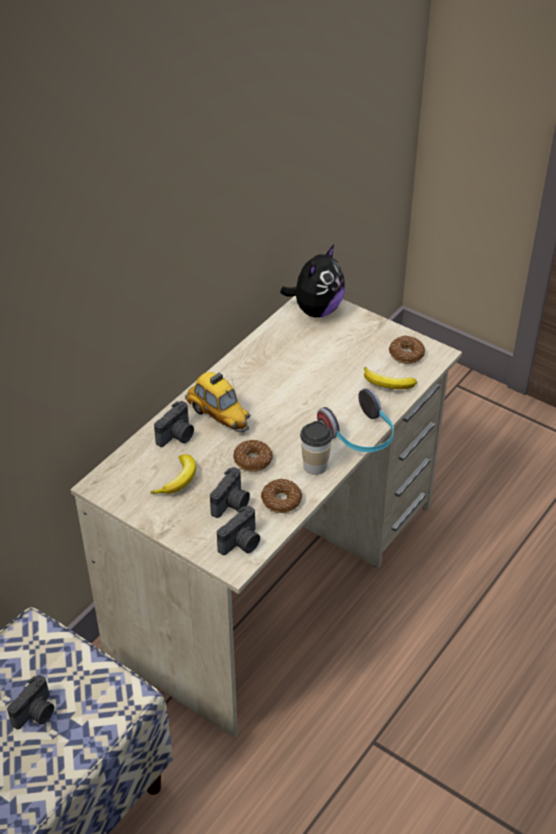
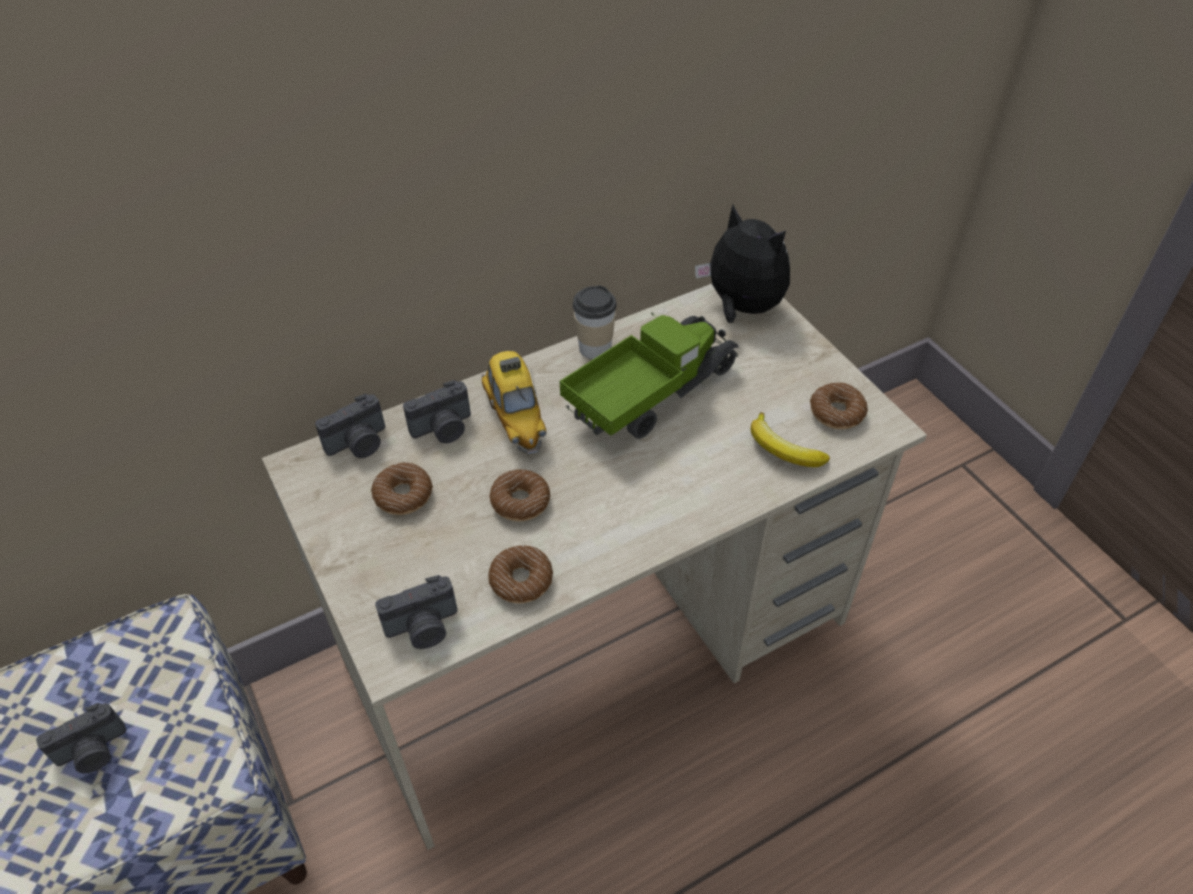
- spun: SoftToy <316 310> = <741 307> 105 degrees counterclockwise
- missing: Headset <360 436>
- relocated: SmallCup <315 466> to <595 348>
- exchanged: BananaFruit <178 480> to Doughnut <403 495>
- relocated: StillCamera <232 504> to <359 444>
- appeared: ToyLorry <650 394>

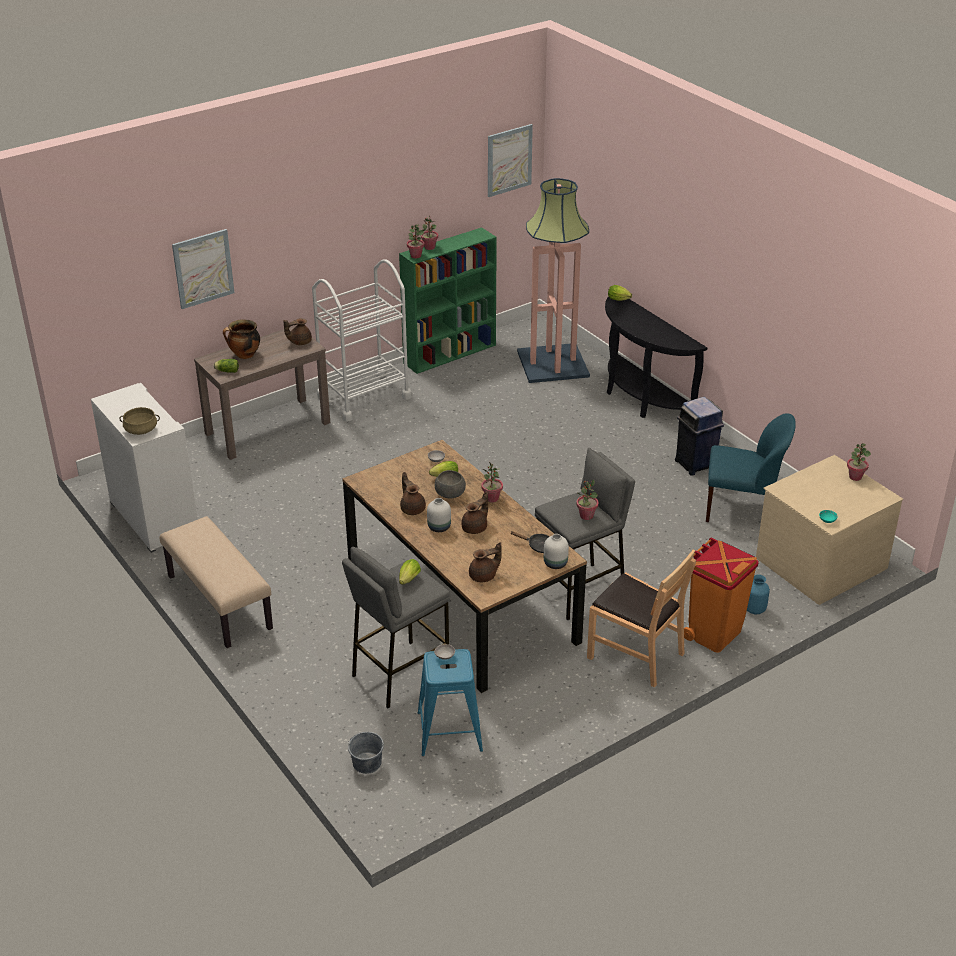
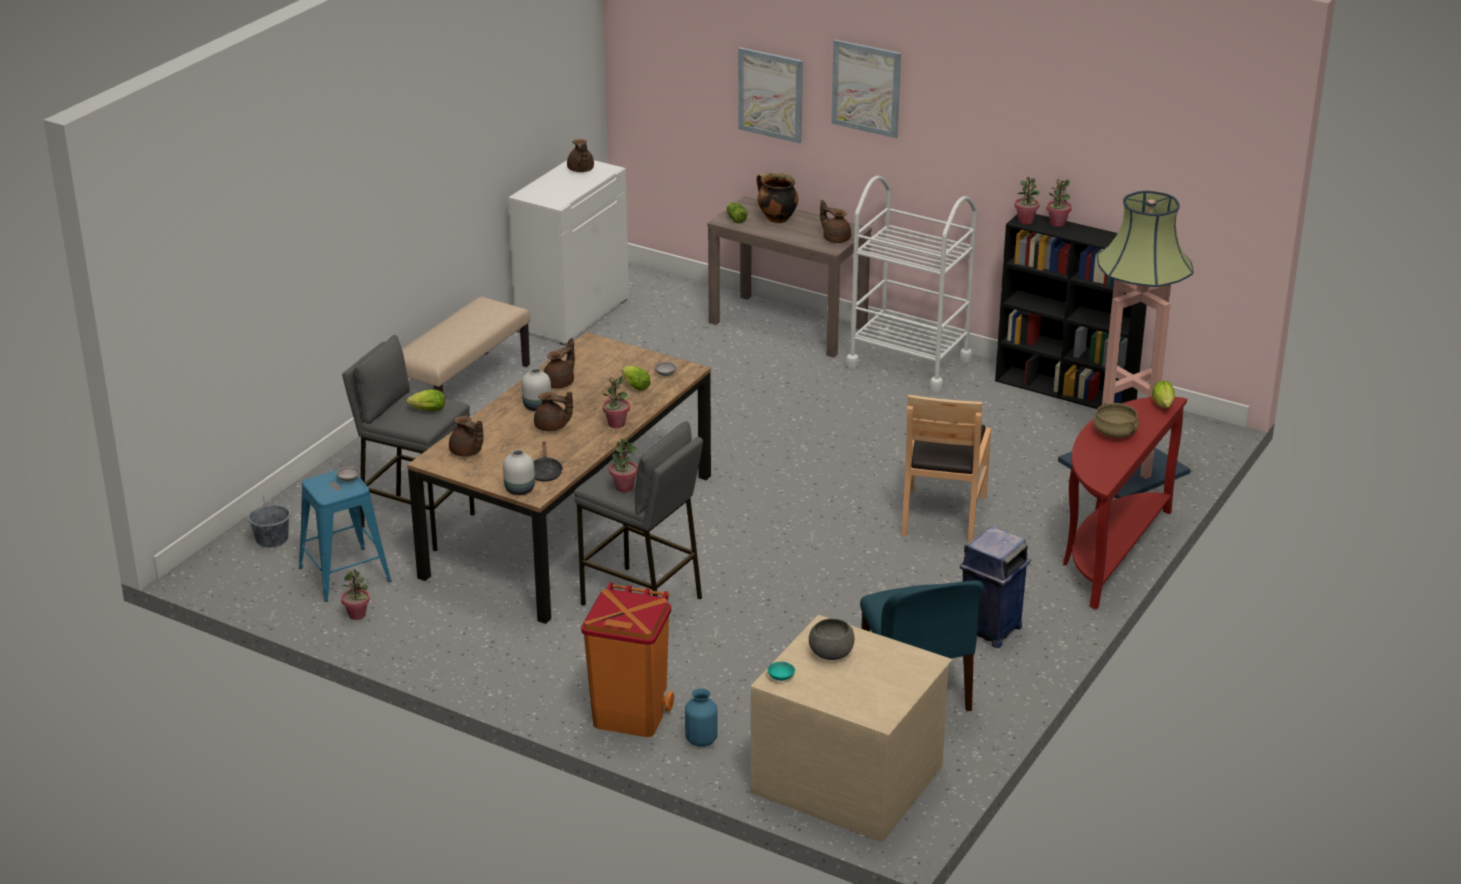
- relocated: WallArt <509 160> to <866 88>
- colour: GreenishBookcase <450 353> to BlackColouredBookcase <1066 391>
- colour: BlackColouredHallTable <640 398> to RedColouredHallTable <1109 552>
- relocated: BeigeStockpot <141 429> to <1115 432>
- relocated: PottedPlant <855 477> to <357 615>
- relocated: GrayBowl <449 493> to <830 652>
- relocated: BrownishUprightChair <636 654> to <942 514>
- appeared: BrownishTeaPot <580 170>

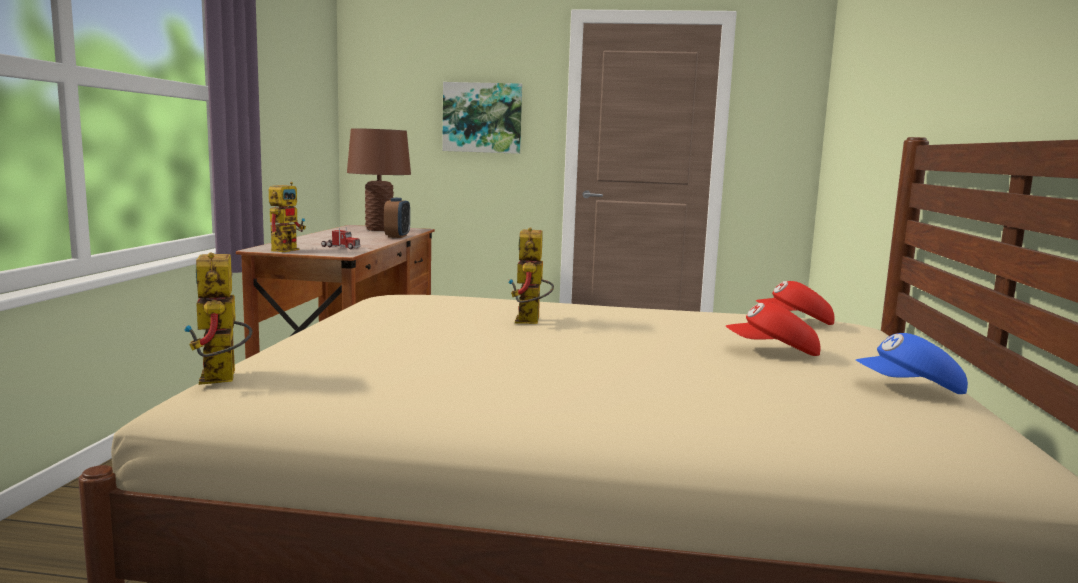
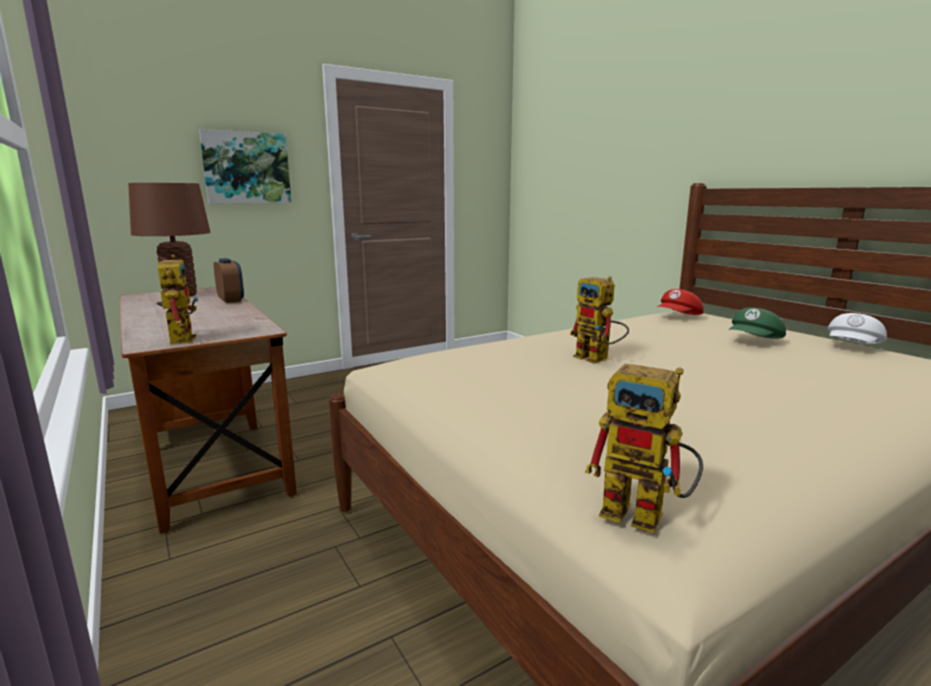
- missing: ToyLorry <340 247>
- colour: RedColouredPeakedCap <773 352> to GreenishPeakedCap <754 342>
- colour: BluishPeakedCap <910 390> to WhitePeakedCap <853 347>

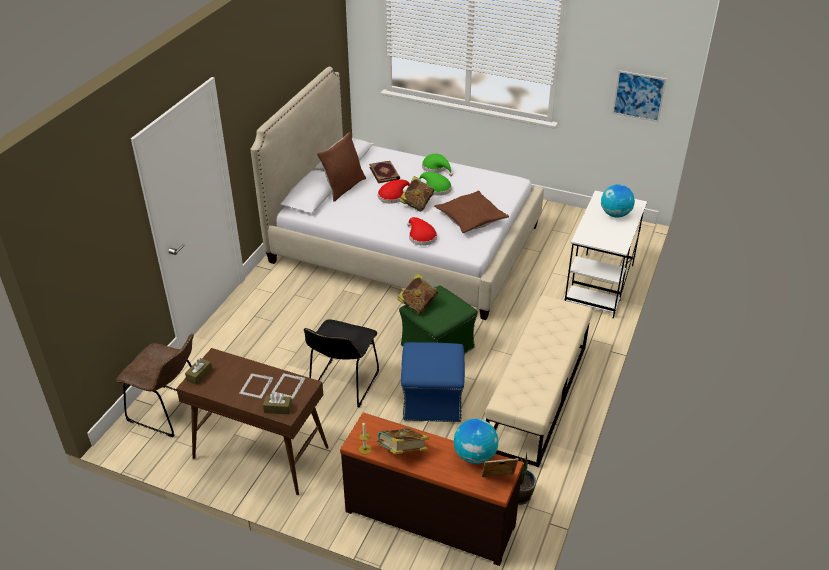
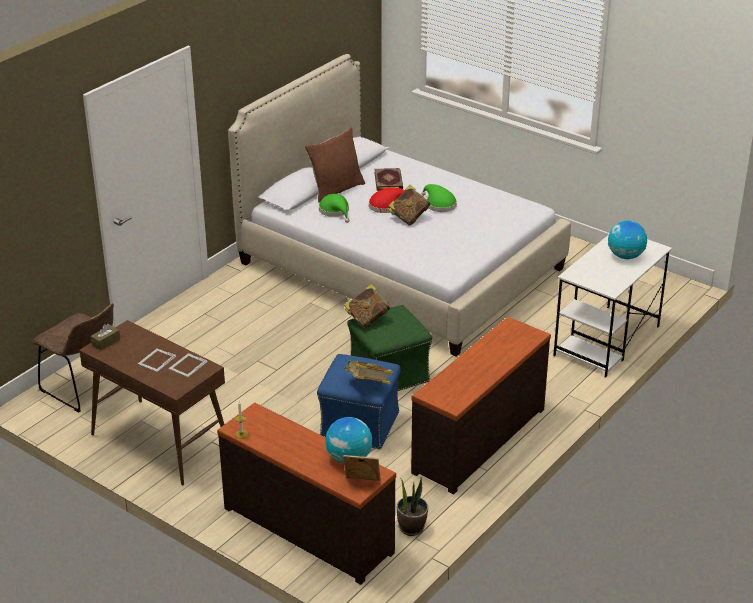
- missing: WallArt <638 96>
- relocated: GreenishWearableHat <436 168> to <335 211>
- missing: BrownishCushion <470 218>
- missing: RedColouredWearableHat <421 236>
- exchanged: BeigeBench <537 396> to BrownishDrawerChest <477 439>
- missing: BlackColouredUprightChair <343 386>
- missing: BrownishTissueHolder <278 408>
- relocated: BoundBook <402 452> to <368 385>

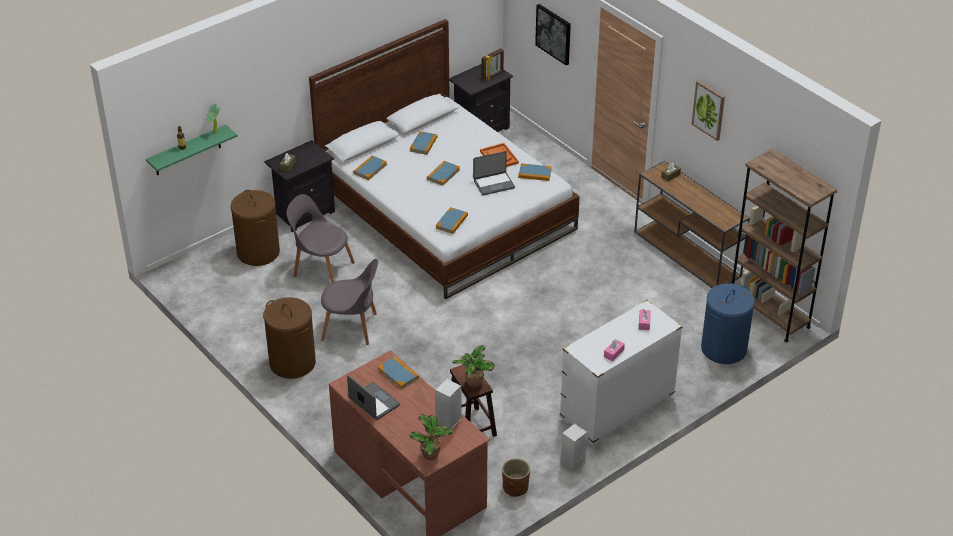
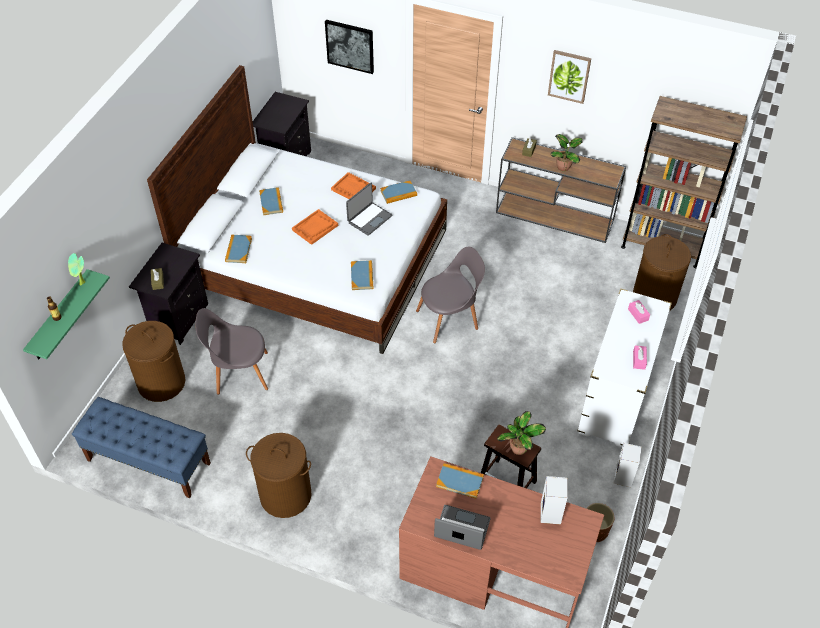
- missing: PhotoFrame <492 75>
- exchanged: BoundBook <443 174> to OrangeTray <315 228>
- relocated: GrayUprightChair <352 327> to <449 319>
- colour: BluishHamper <723 348> to BrownishHamper <654 297>
- relocated: PottedPlant <431 455> to <564 167>
- appeared: BluishBench <148 461>

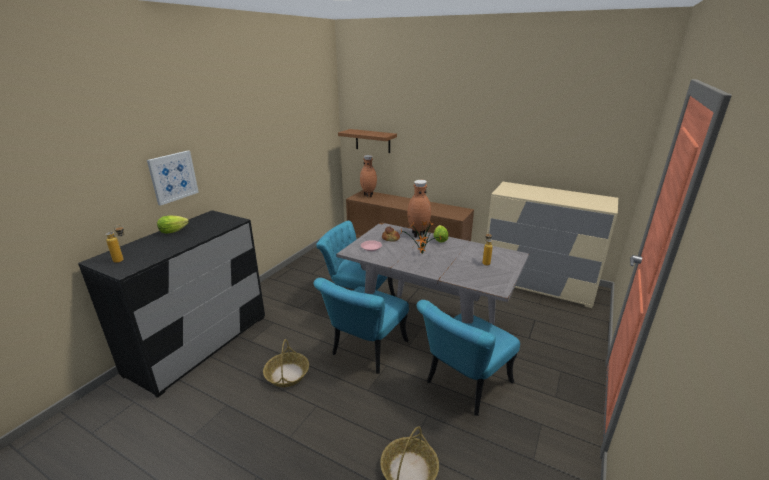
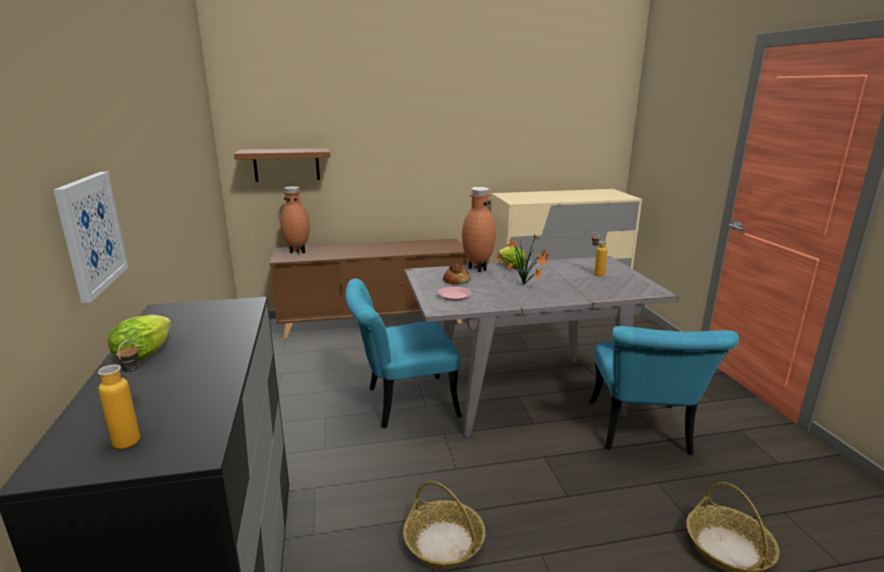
- missing: TurquoiseUprightChair <365 352>

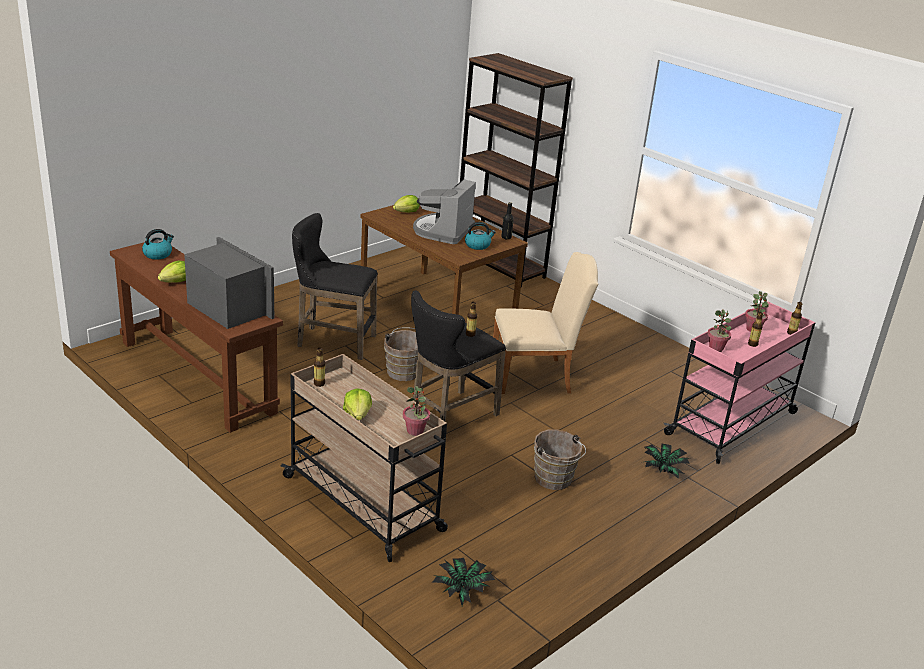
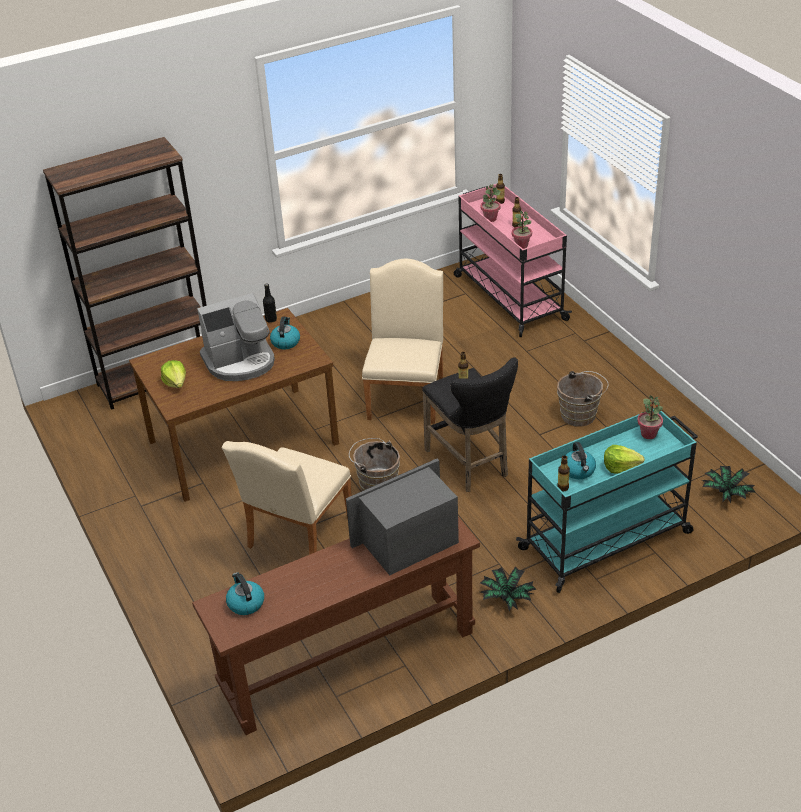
- spun: CoffeeMachine <443 231> = <240 361> 60 degrees counterclockwise
- exchanged: BlackColouredStoolSeat <332 341> to BeigeUprightChair <296 536>
- missing: LettuceHead <176 282>
- colour: BeigeTrolley <364 504> to TurquoiseTrolley <607 540>
- relocated: PottedPlant <663 469> to <506 598>
- appeared: Kettle <578 471>

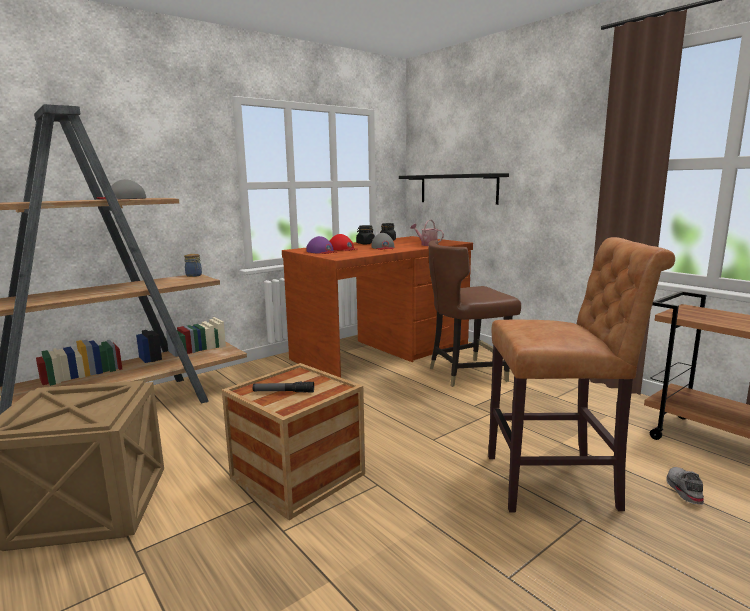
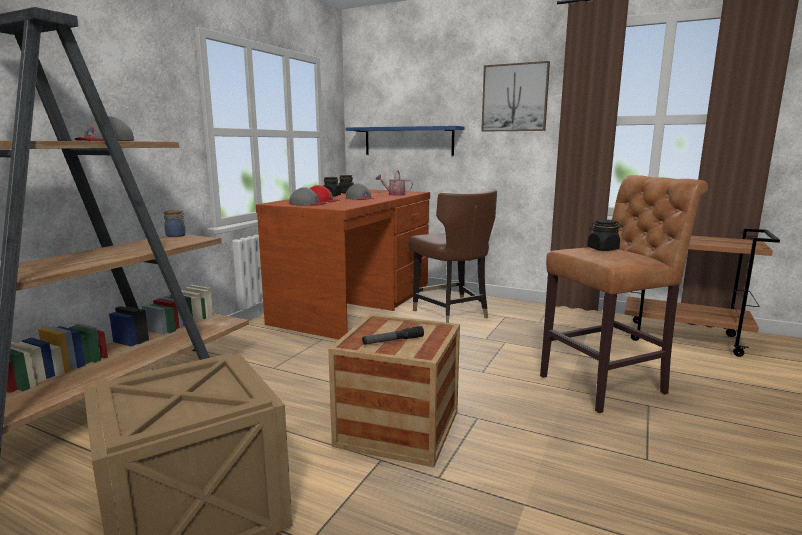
- colour: BlackColouredShelf <457 189> to BluishShelf <408 141>
- colour: PurplePeakedCap <322 252> to GrayPeakedCap <307 204>
- spun: BrownishUprightChair <466 373> = <451 313> 75 degrees counterclockwise
- missing: GrayShoe <683 490>
- appeared: WallArt <514 98>
- appeared: BlackColouredPreserveJar <602 249>

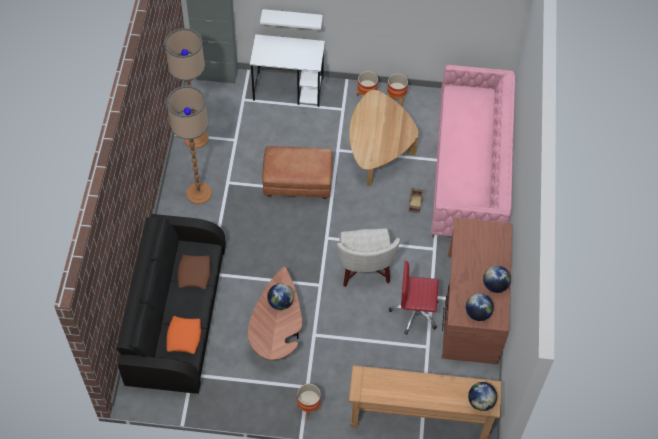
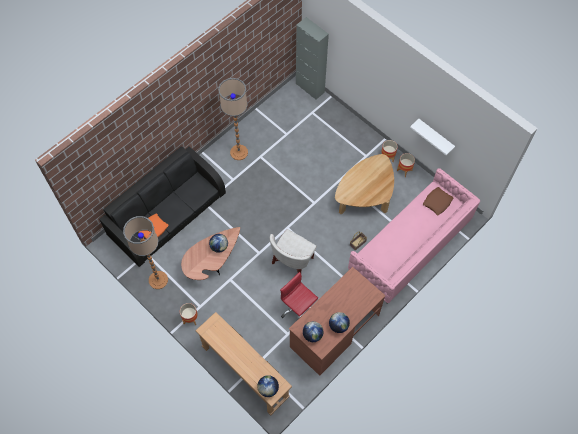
- relocated: WhiteShelf <292 18> to <435 136>
- relocated: StandingLamp <196 138> to <158 280>
- missing: WhiteDeskTable <289 89>
- missing: BrownishFootrest <297 185>
- relocated: BrownishCushion <194 274> to <437 202>

